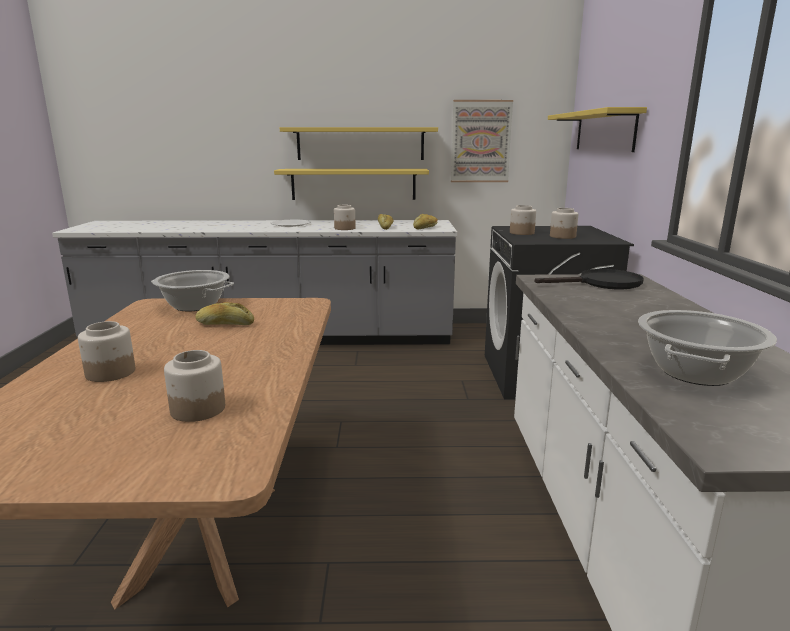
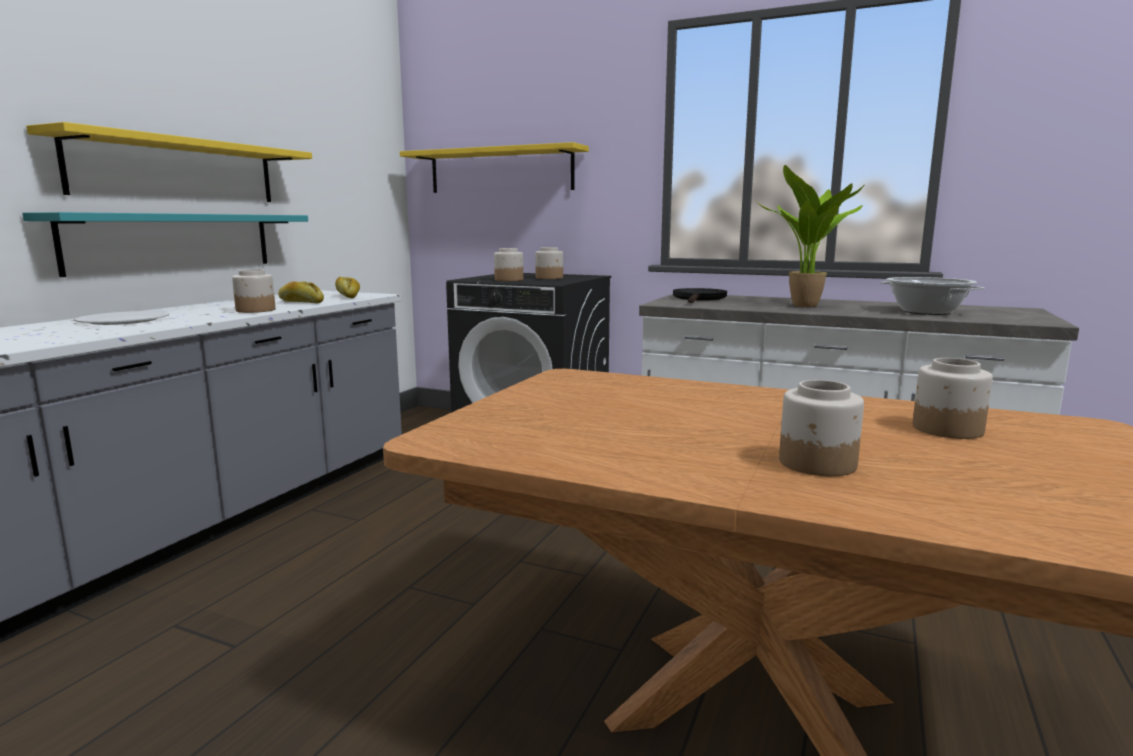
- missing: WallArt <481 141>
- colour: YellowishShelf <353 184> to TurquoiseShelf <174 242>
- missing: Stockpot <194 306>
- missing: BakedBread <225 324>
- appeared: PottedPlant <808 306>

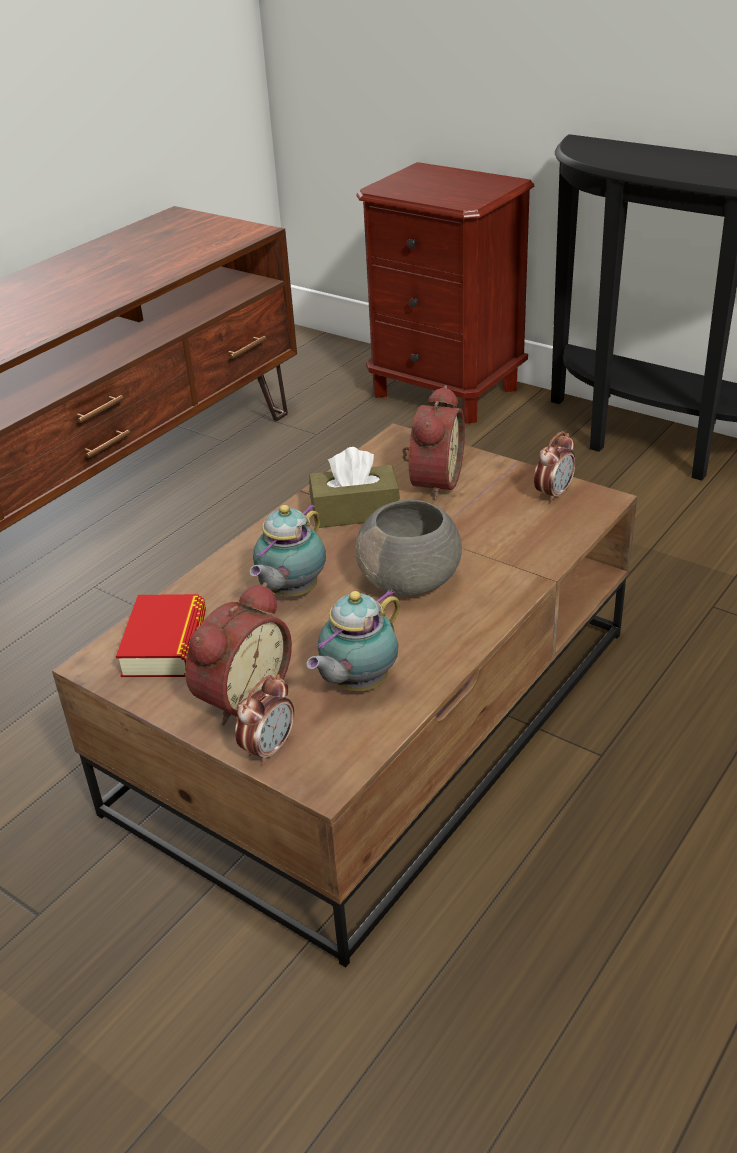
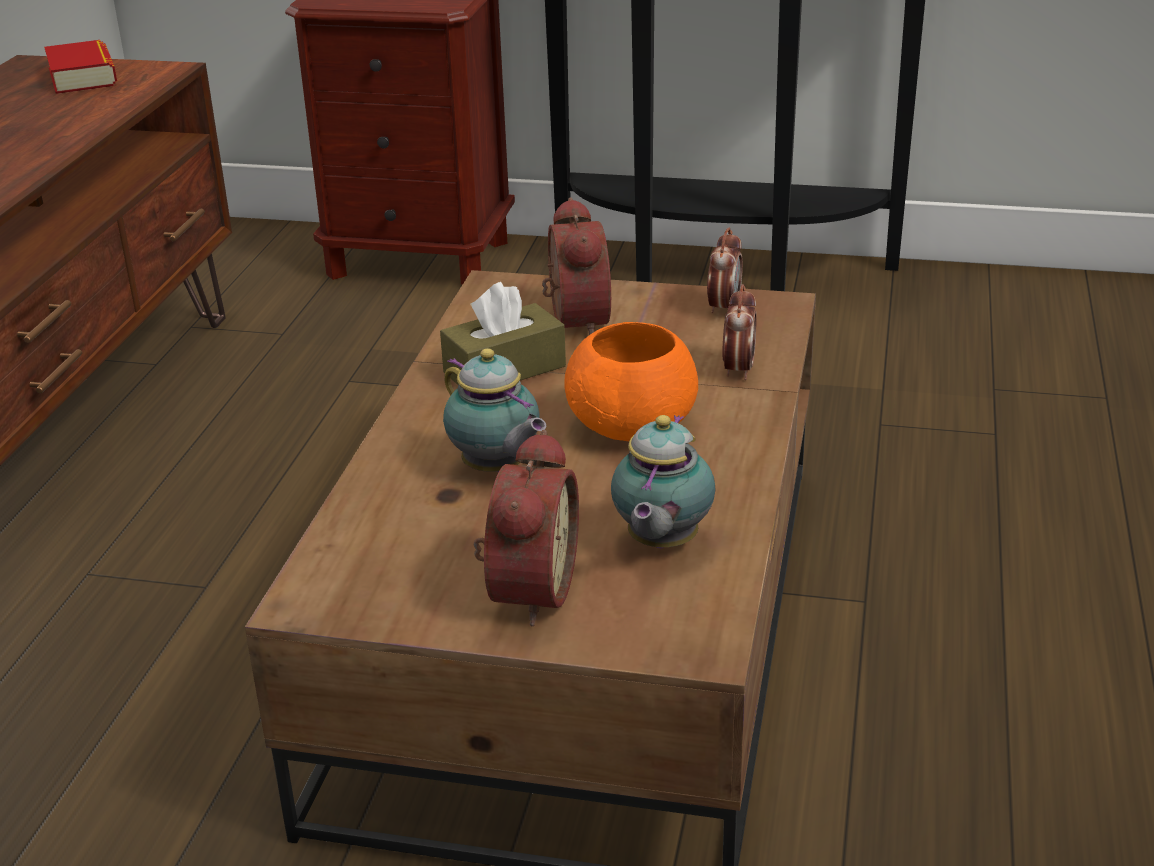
- colour: GrayBowl <411 581> to OrangeBowl <634 426>
- spun: TeaPot <291 593> = <497 469> 45 degrees counterclockwise
- relocated: BoundBook <165 645> to <82 77>
- relocated: BedsideClock <269 749> to <738 369>

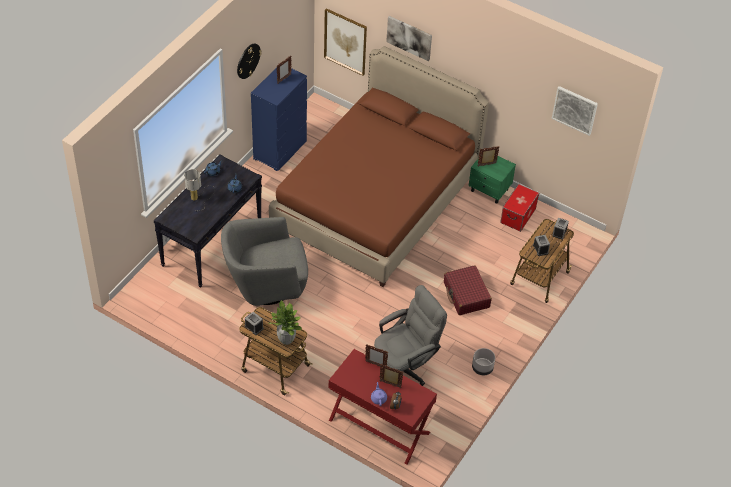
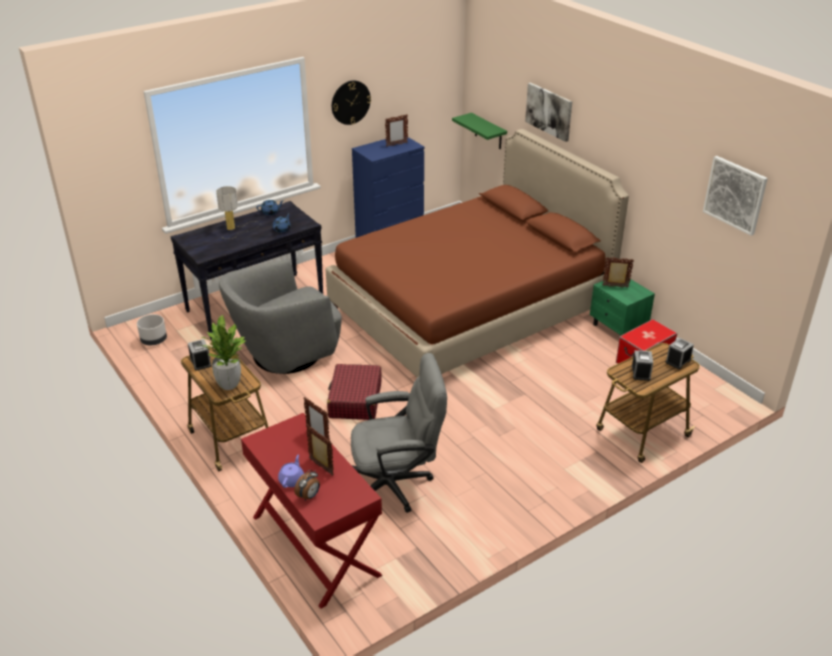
- exchanged: WallArt <345 41> to GreenishShelf <488 131>
- spun: GrayLoungeChair <265 284> = <285 354> 45 degrees counterclockwise
- relocated: RedColouredPieceOfLuggage <466 295> to <355 400>
- relocated: GrayPlanter <482 368> to <154 341>

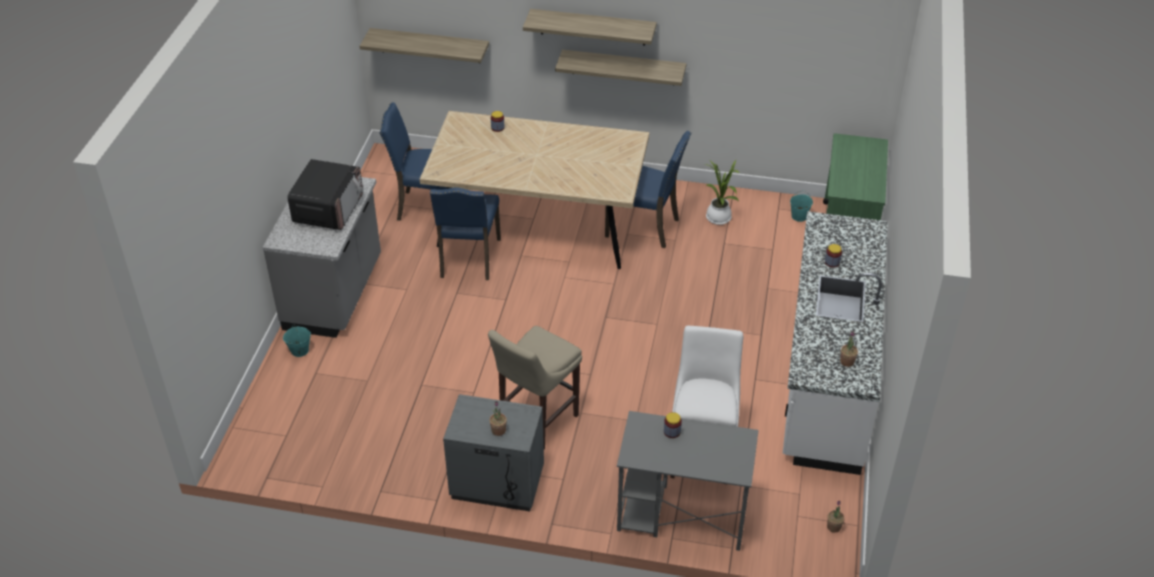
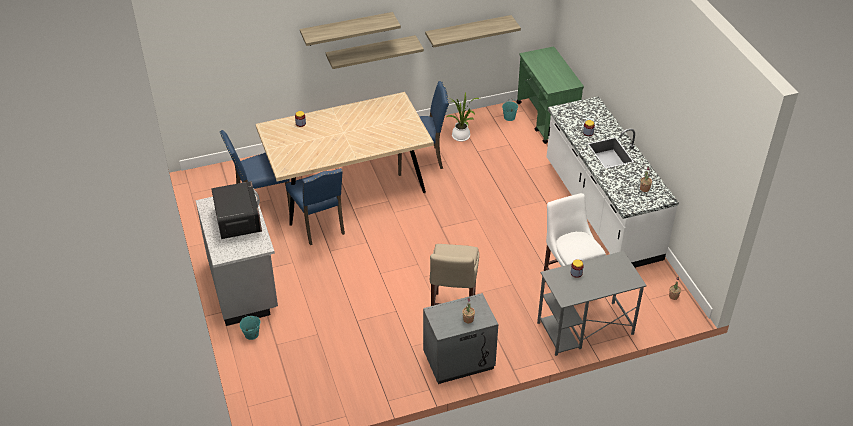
- relocated: Shelf <430 45> to <468 31>

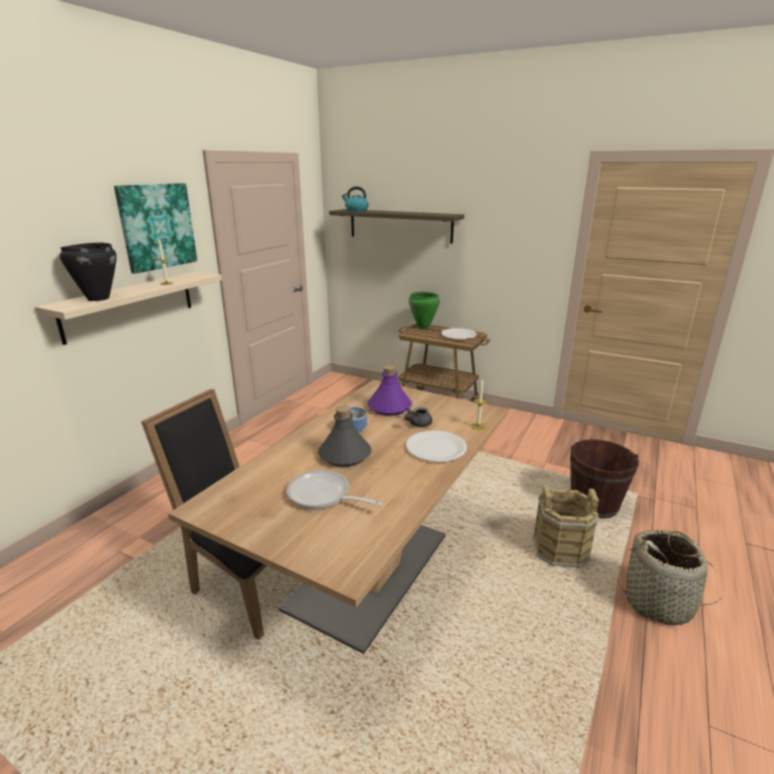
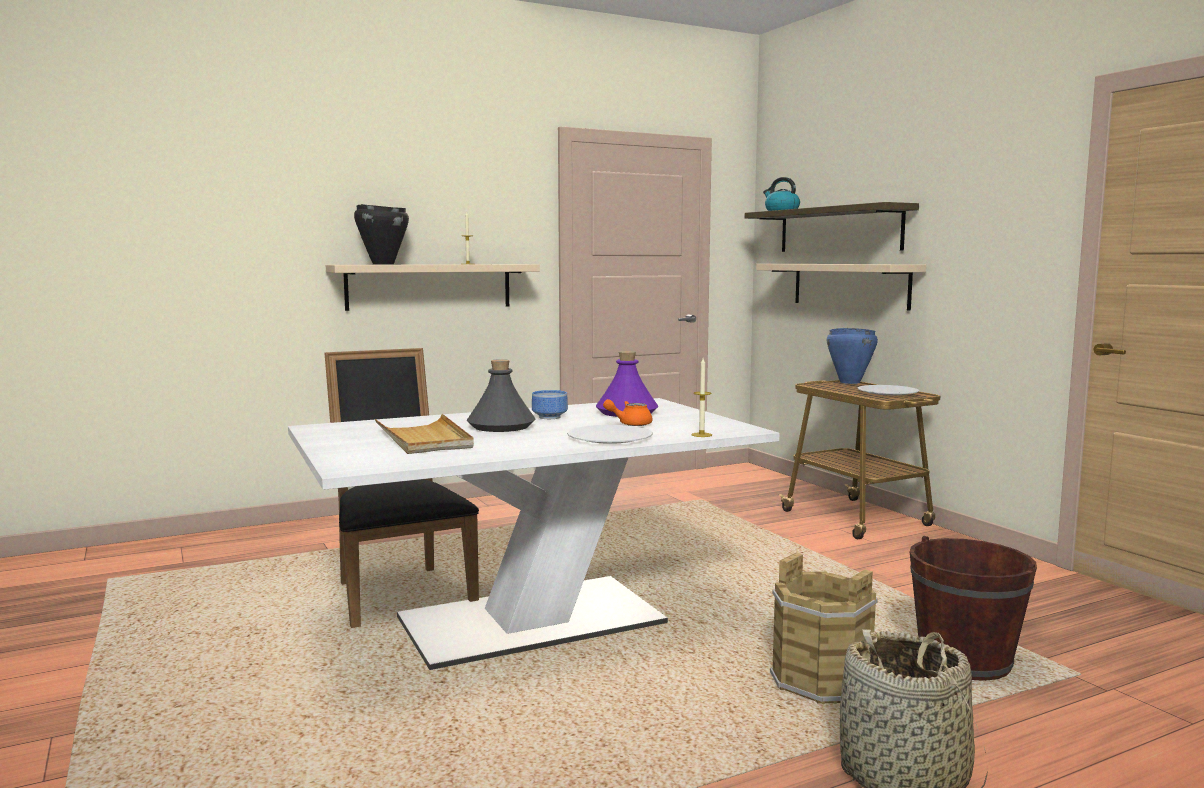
- missing: WallArt <157 226>
- colour: GreenishStockpot <423 326> to BluishStockpot <849 382>
- colour: BrownishDiningTable <369 571> to WhiteDiningTable <531 621>
- colour: GrayTeaPot <417 424> to OrangeTeaPot <630 424>
- exchanged: Pan <323 496> to BeigeTray <424 439>
- appeared: BeigeShelf <849 285>

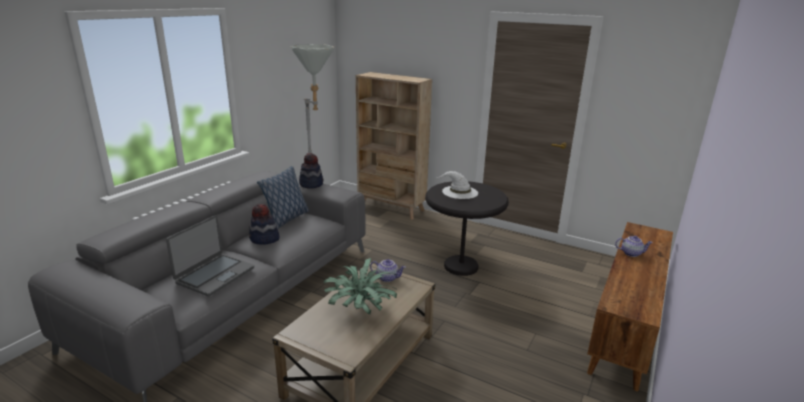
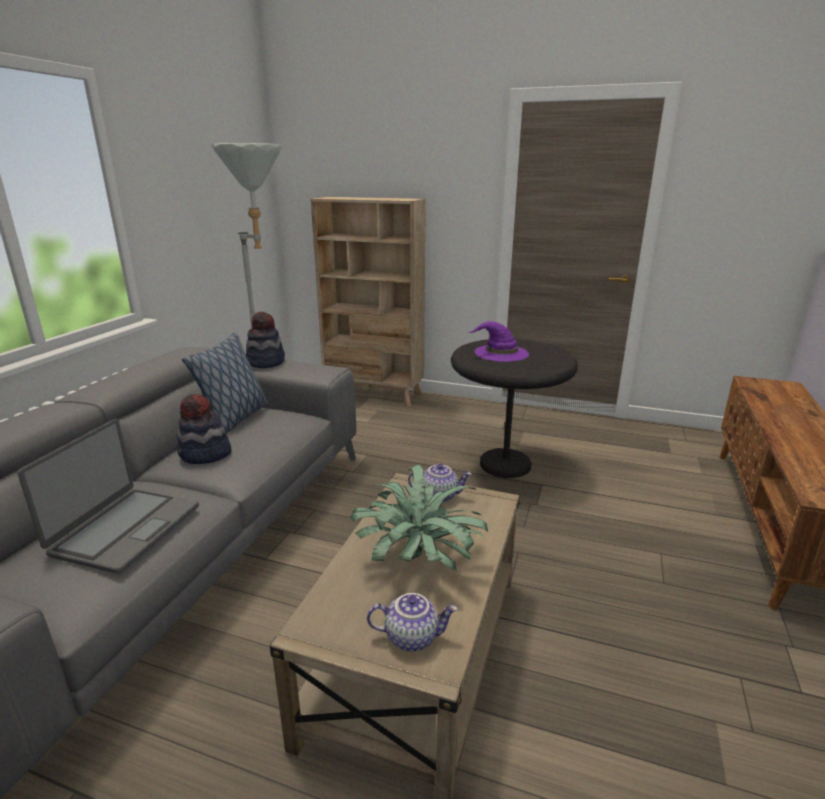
- colour: WhiteWearableHat <459 192> to PurpleWearableHat <500 353>
- relocated: TeaPot <631 253> to <412 636>

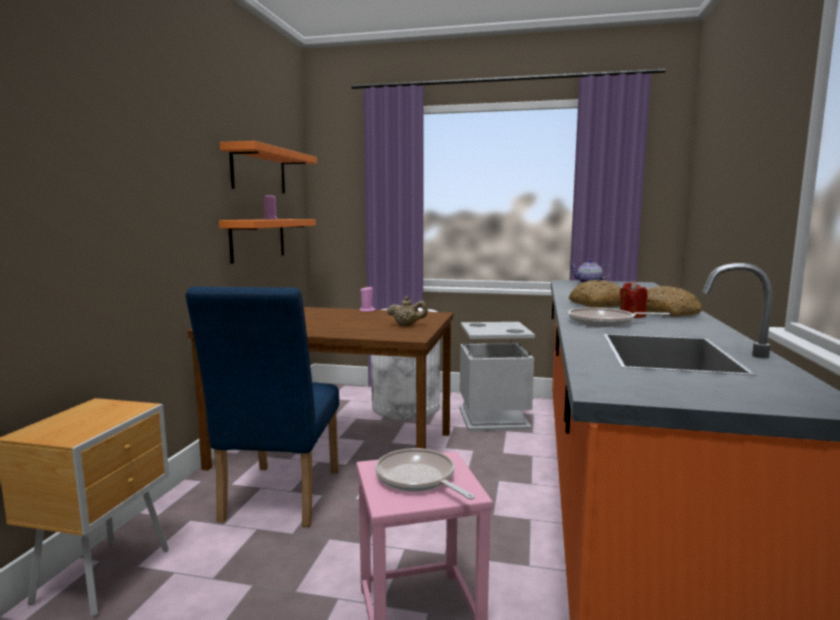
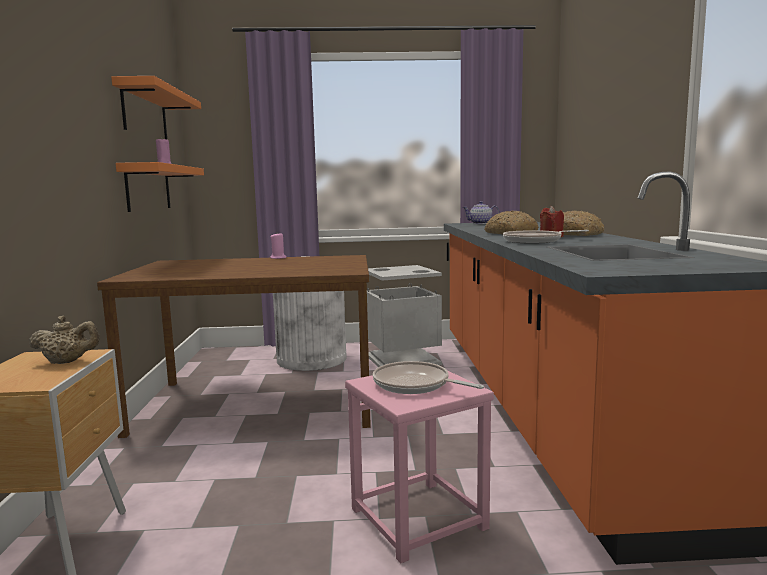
- missing: BluishUprightChair <277 500>
- relocated: BeigeTeaPot <407 325> to <68 362>

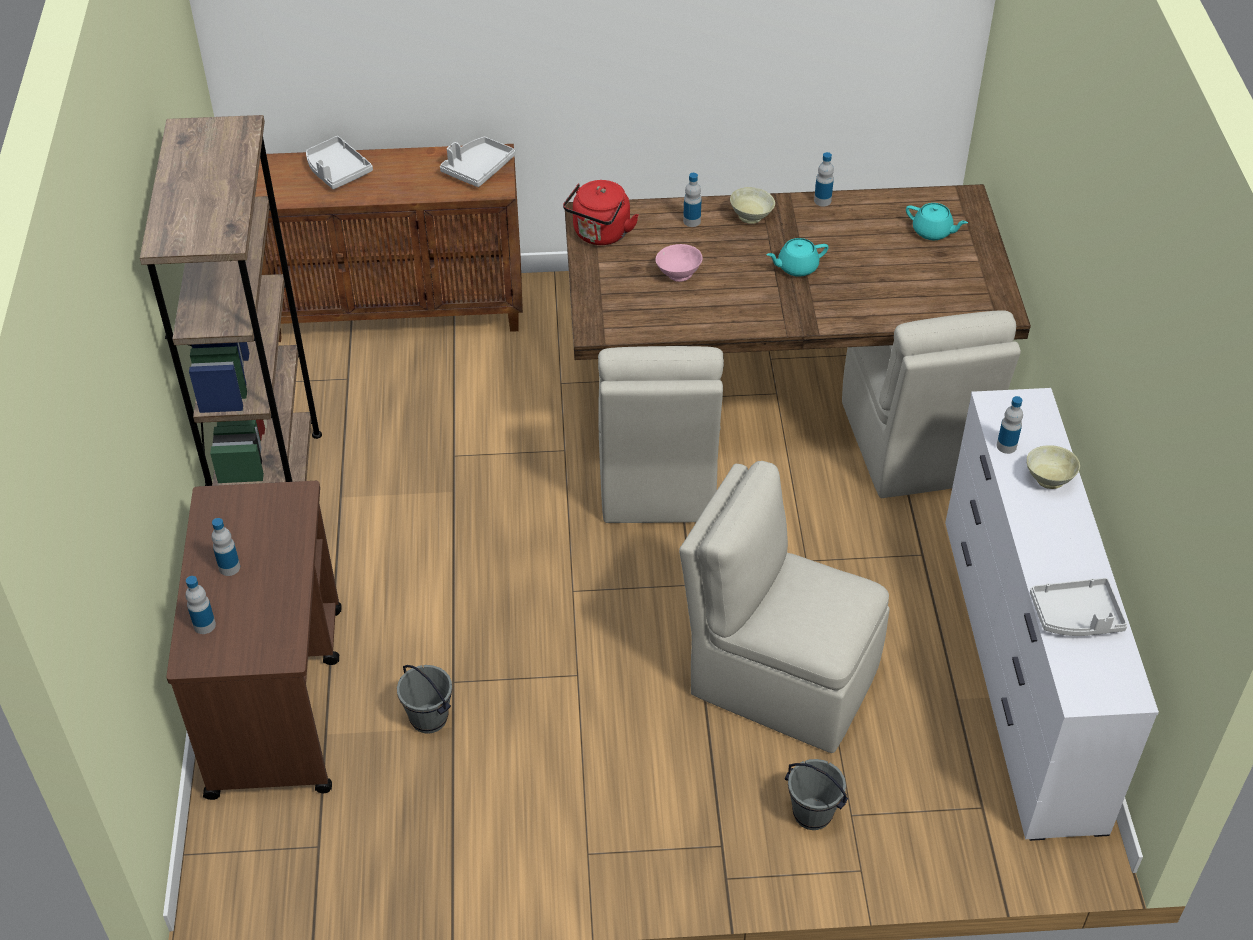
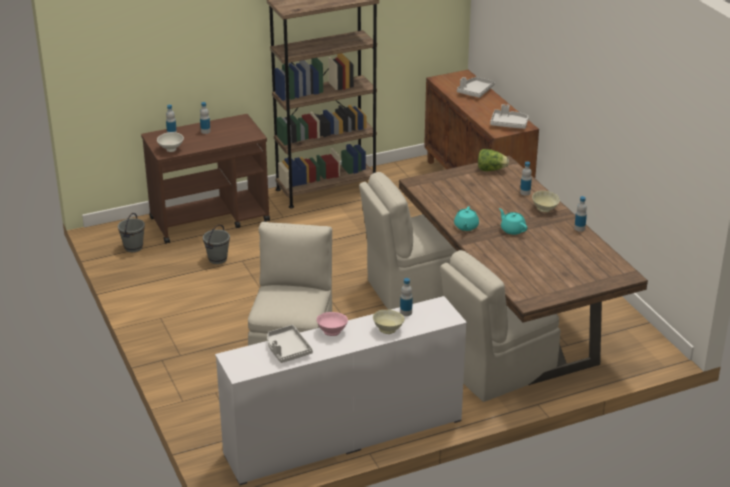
- exchanged: RedColouredKettle <600 235> to LettuceHead <491 169>
- relocated: TurquoiseTeaPot <932 232> to <466 227>
- relocated: PinkColouredBowl <678 274> to <332 331>
- relocated: GrayWaterBucket <812 814> to <133 247>
- appeared: WhiteBowl <171 150>

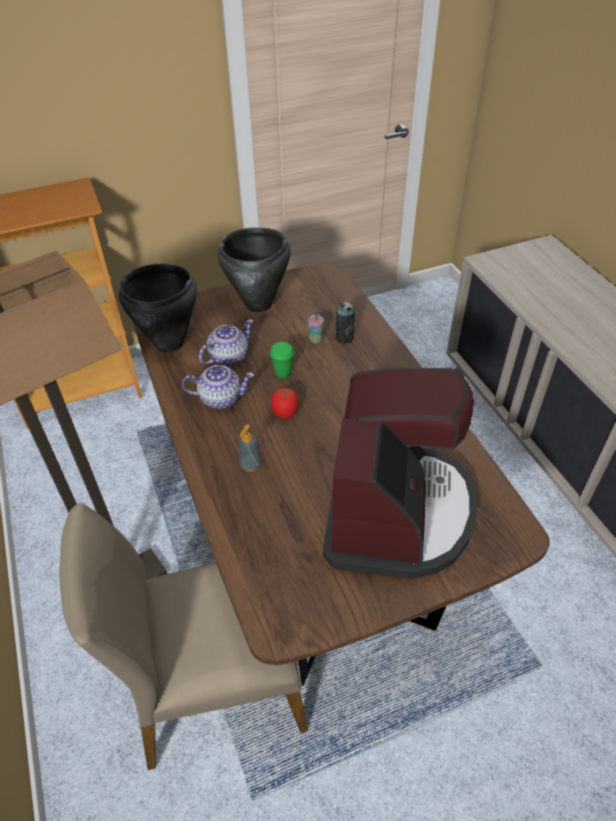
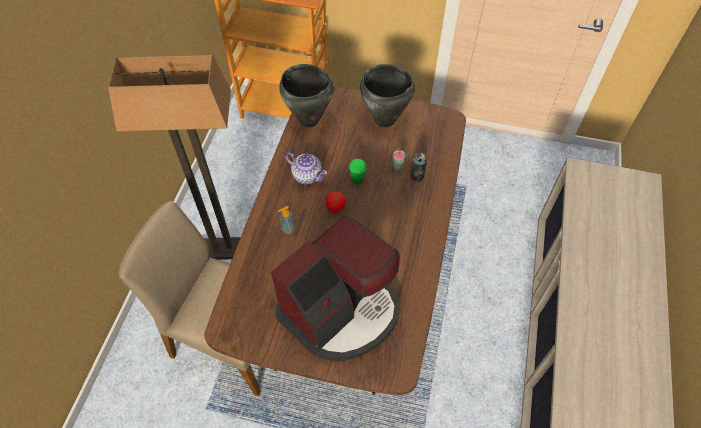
- missing: TeaPot <228 357>

